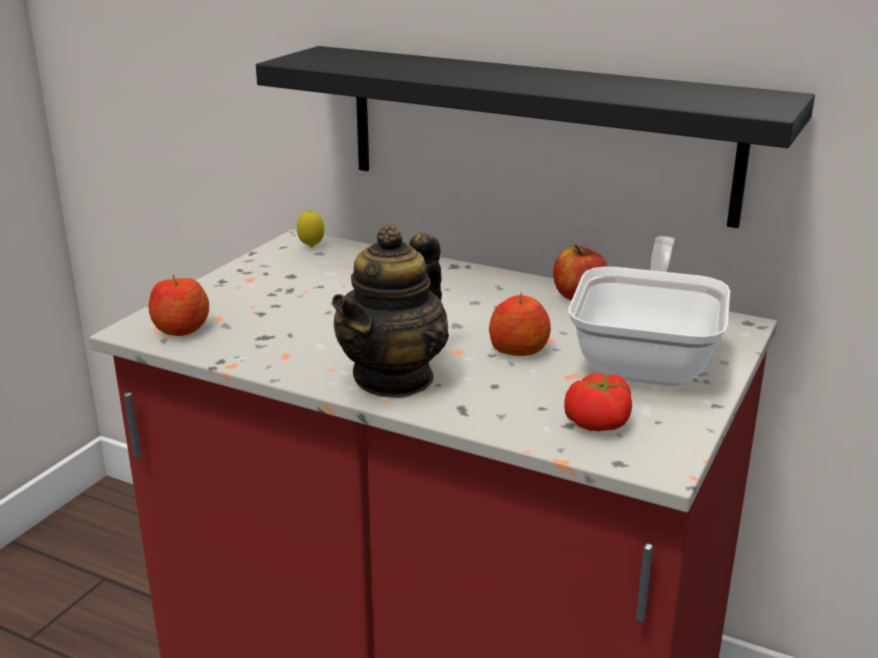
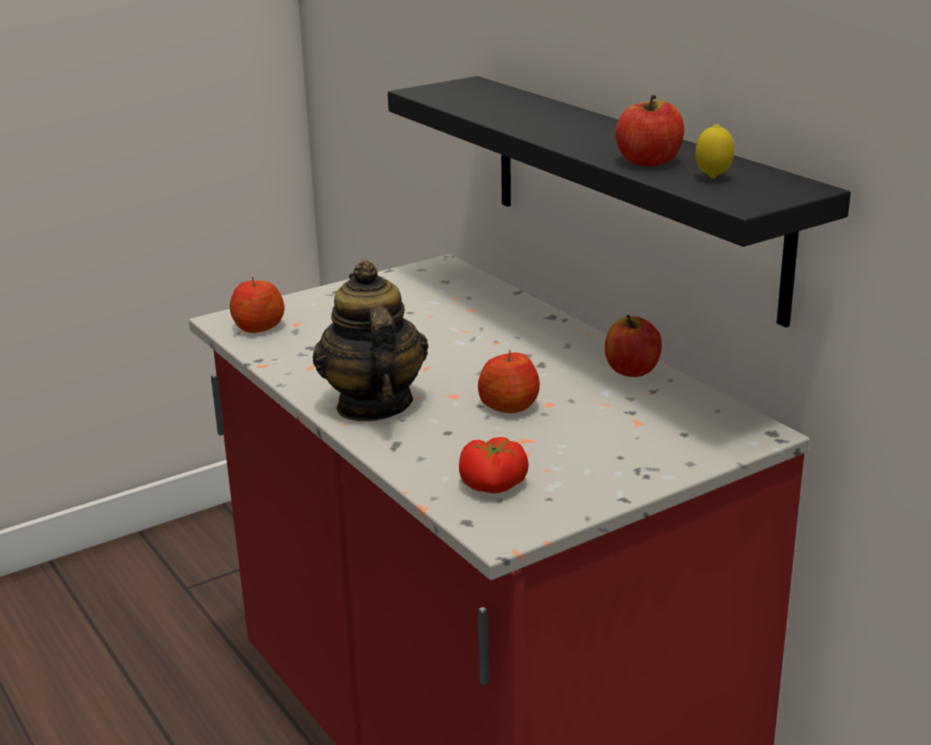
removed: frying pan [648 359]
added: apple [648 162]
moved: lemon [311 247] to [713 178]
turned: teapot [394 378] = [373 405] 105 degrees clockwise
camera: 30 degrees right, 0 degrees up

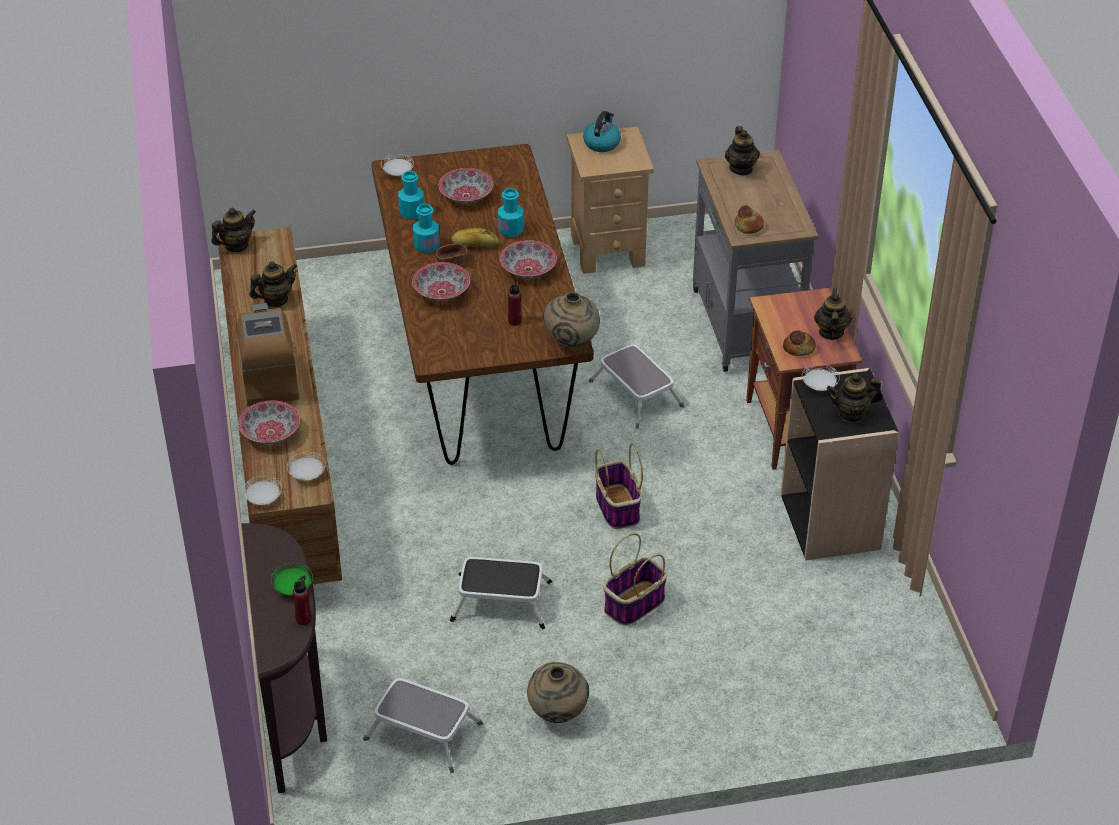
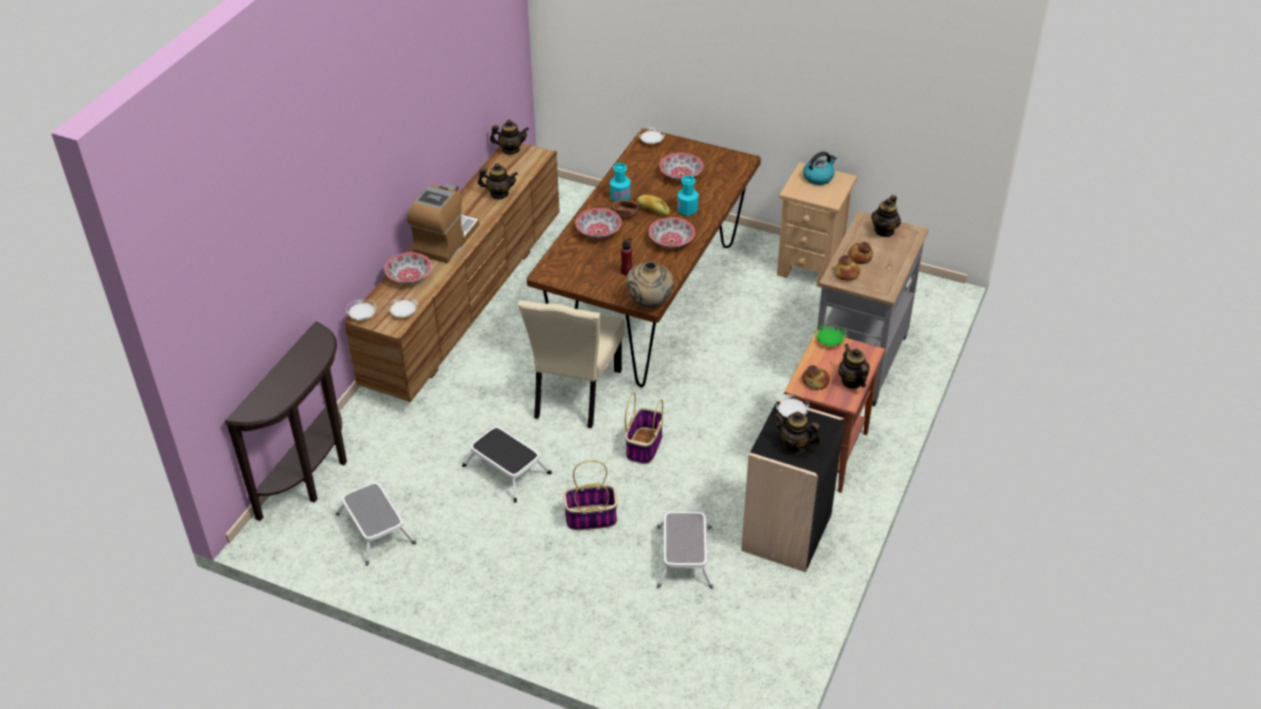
removed: red bottle [304 619]; turquoise bottle [412 212]; beige vase [558 714]
added: beige chair [575 391]; bread [860 257]
moved: green plate [292 587] to [829 342]; grey step ladder [636 393] to [685 556]
turned: teapot [830 332] = [852 381] 60 degrees counterclockwise
camera: 35 degrees right, 0 degrees up

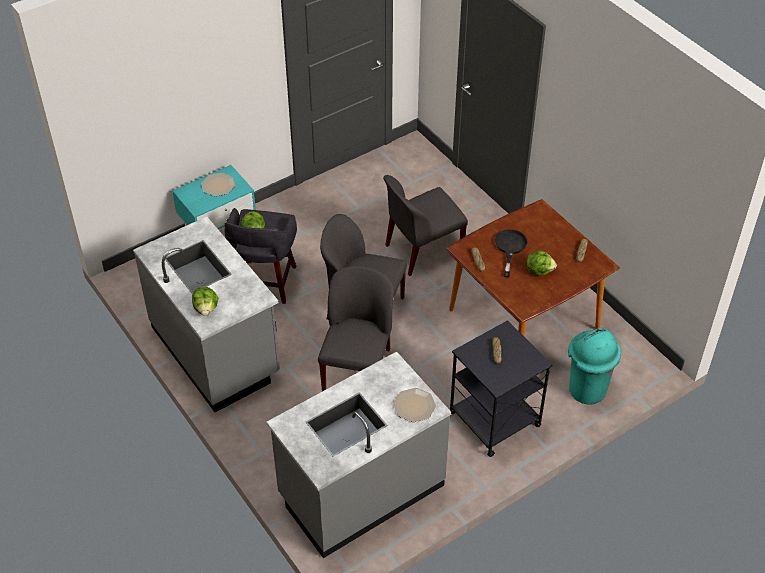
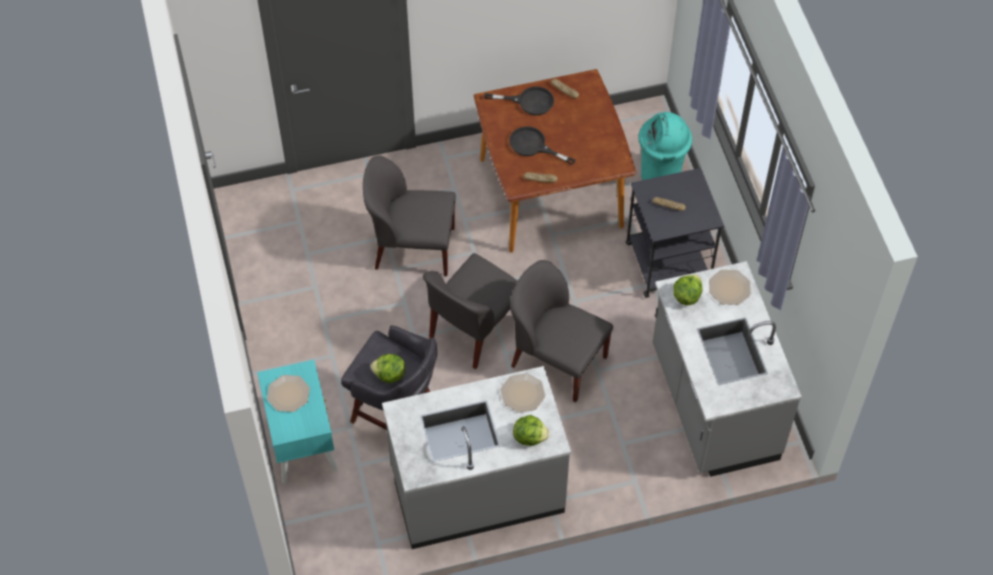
added: black frying pan [529 101]; plate [522 393]
moved: lettuce [539 270] to [686 296]
turned: grey chair [422 250] = [412 248] 105 degrees clockwise
camera: 70 degrees left, 10 degrees up

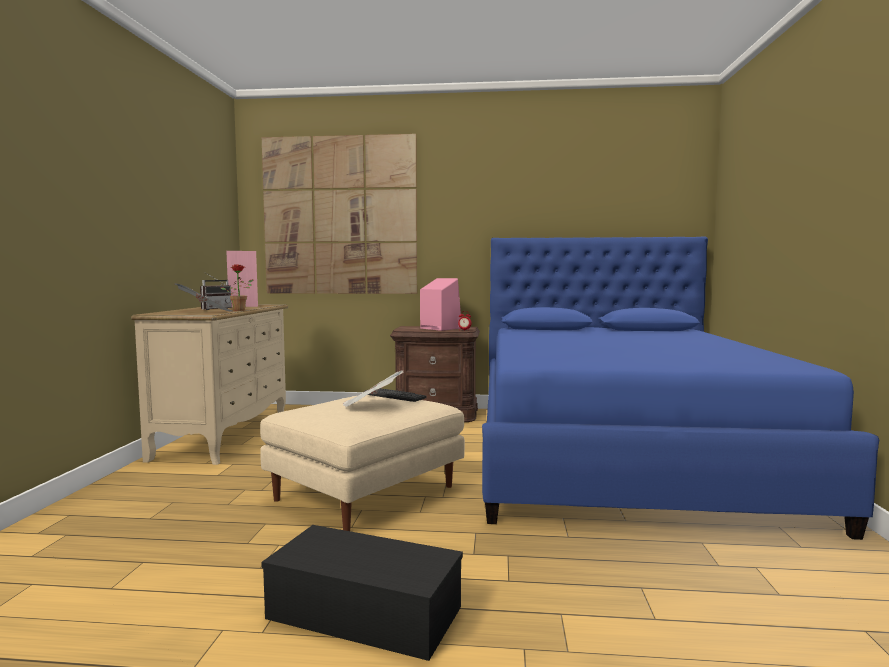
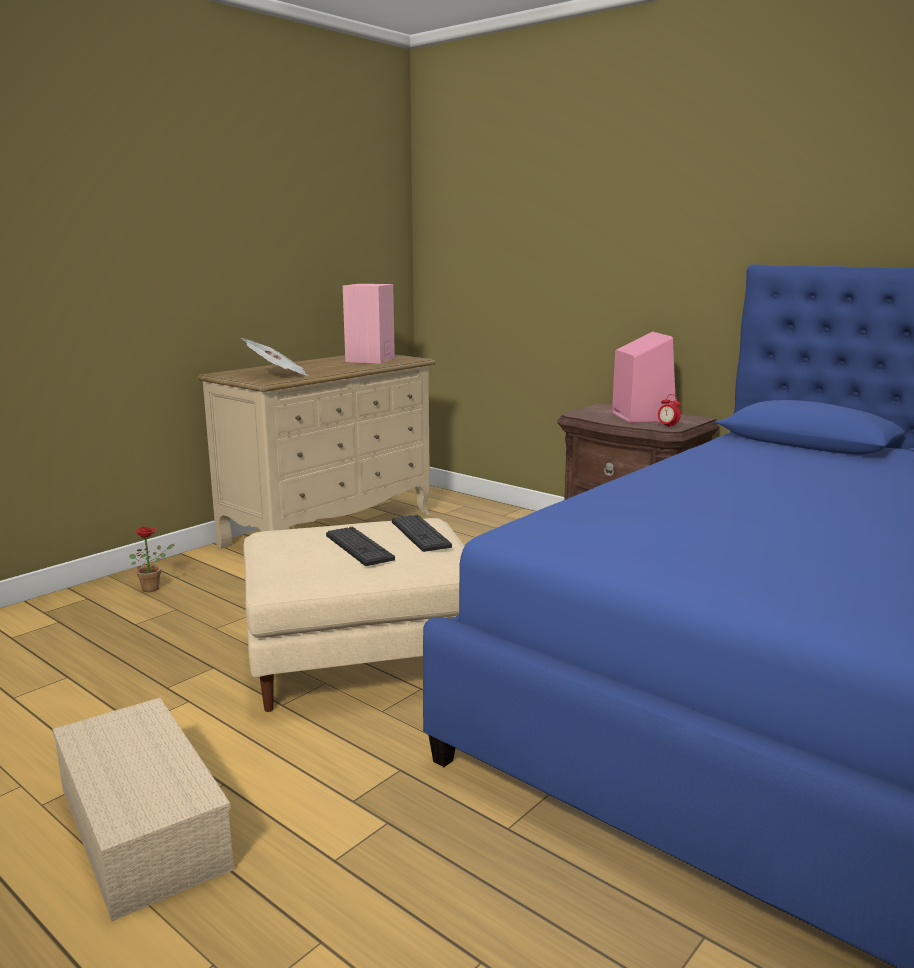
removed: radio [214 309]; picture [339 215]
moved: potted plant [240 310] to [154 588]
replaced: newspaper [371 406] to keyboard [359 547]
recoloured: black storage box [361 613] to beige storage box [139 826]
camera: 35 degrees right, 10 degrees up

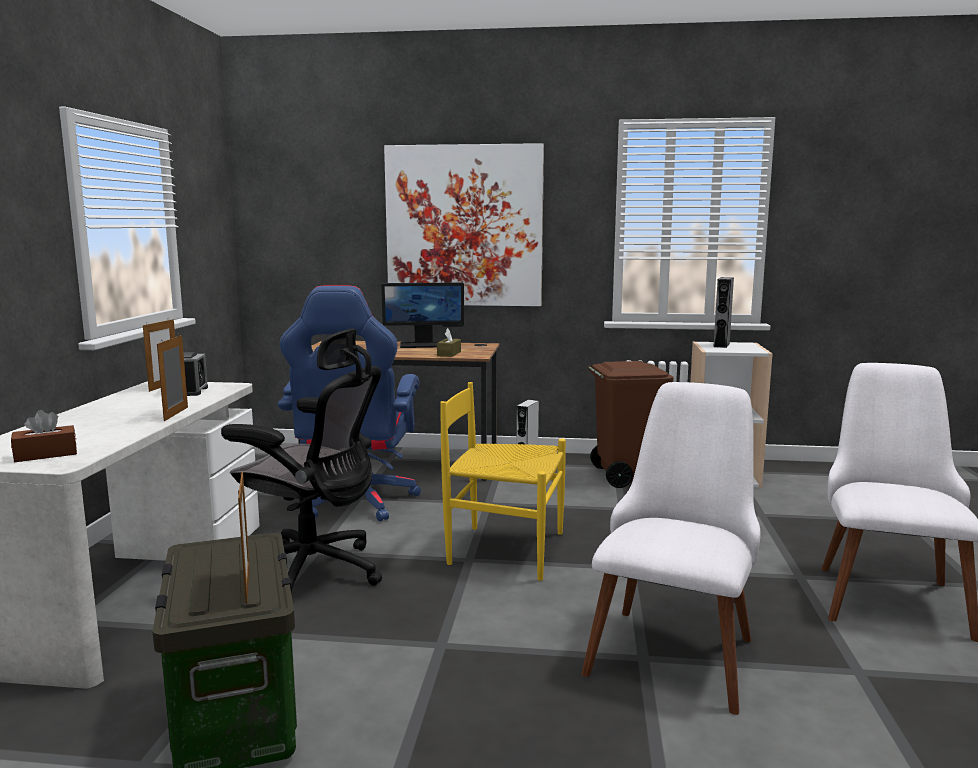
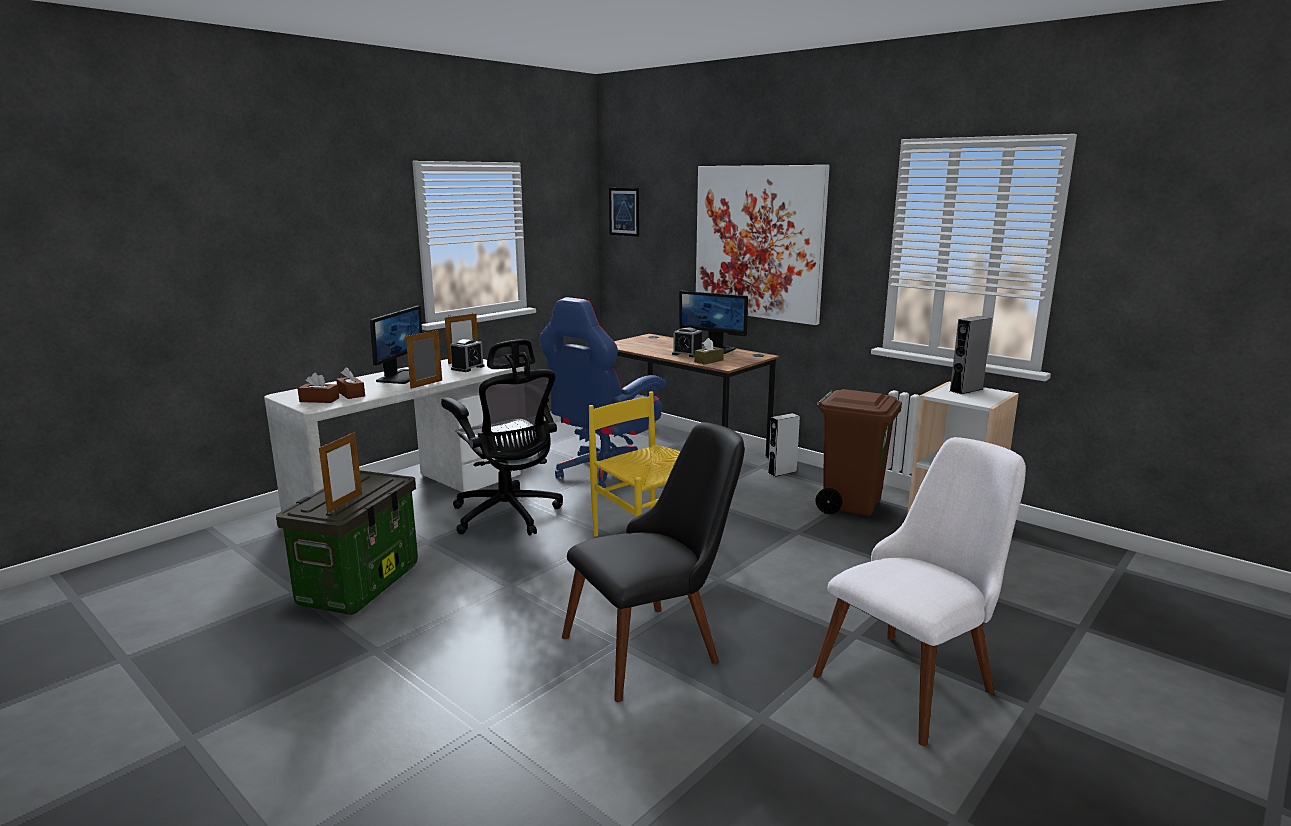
added: brown tissue box [351 394]; monitor [402 376]; picture [624 212]; alarm clock [687 354]
recoloured: white chair [676 644] to black chair [656 643]
camera: 35 degrees right, 5 degrees up

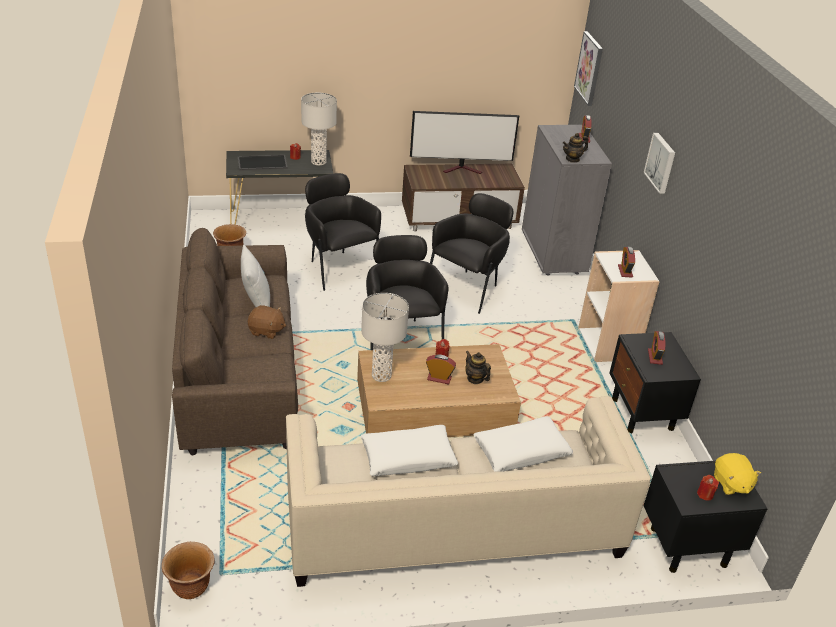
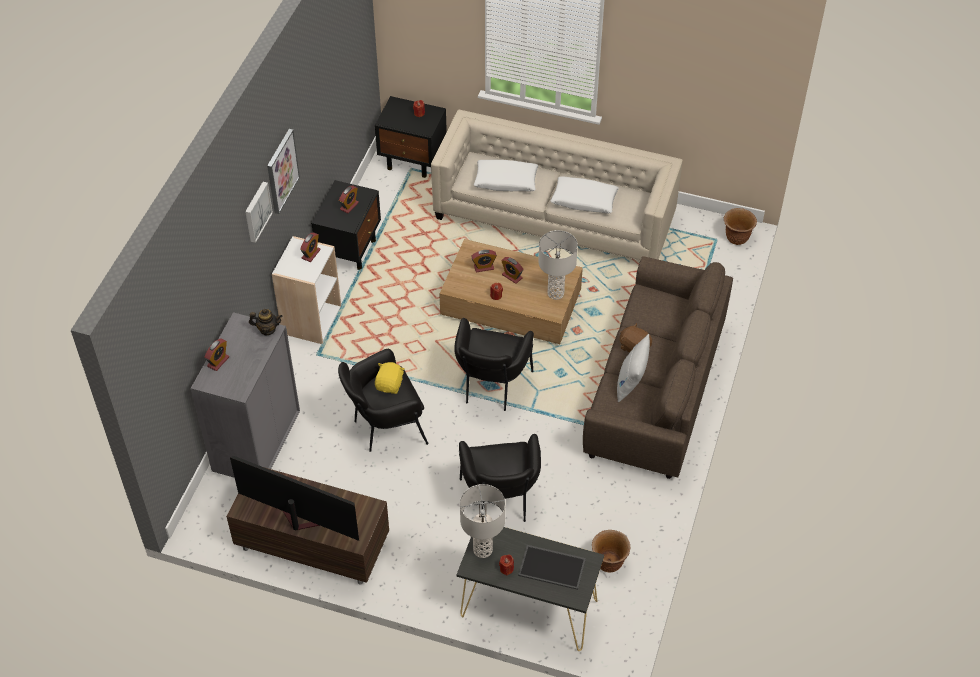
moved: picture [589 68] to [281 171]; yellow plush toy [731 484] to [390 385]
replaced: teapot [475 379] to alarm clock [484 267]
camera: 150 degrees left, 15 degrees up

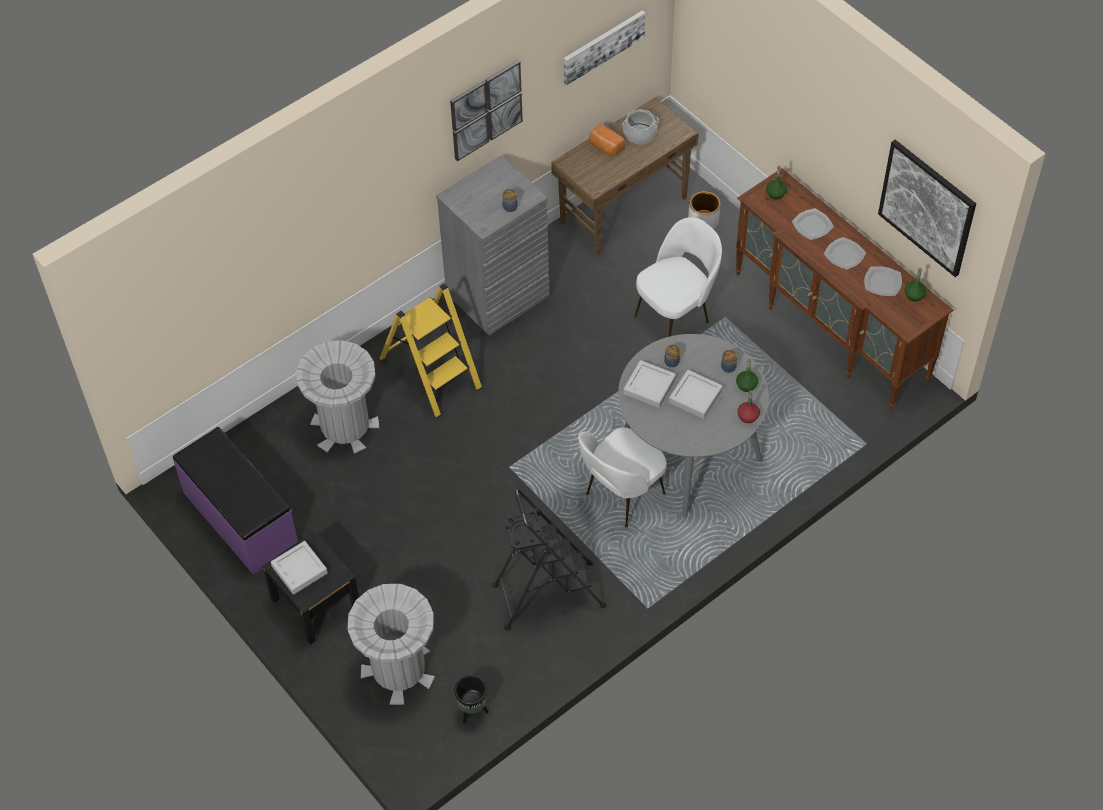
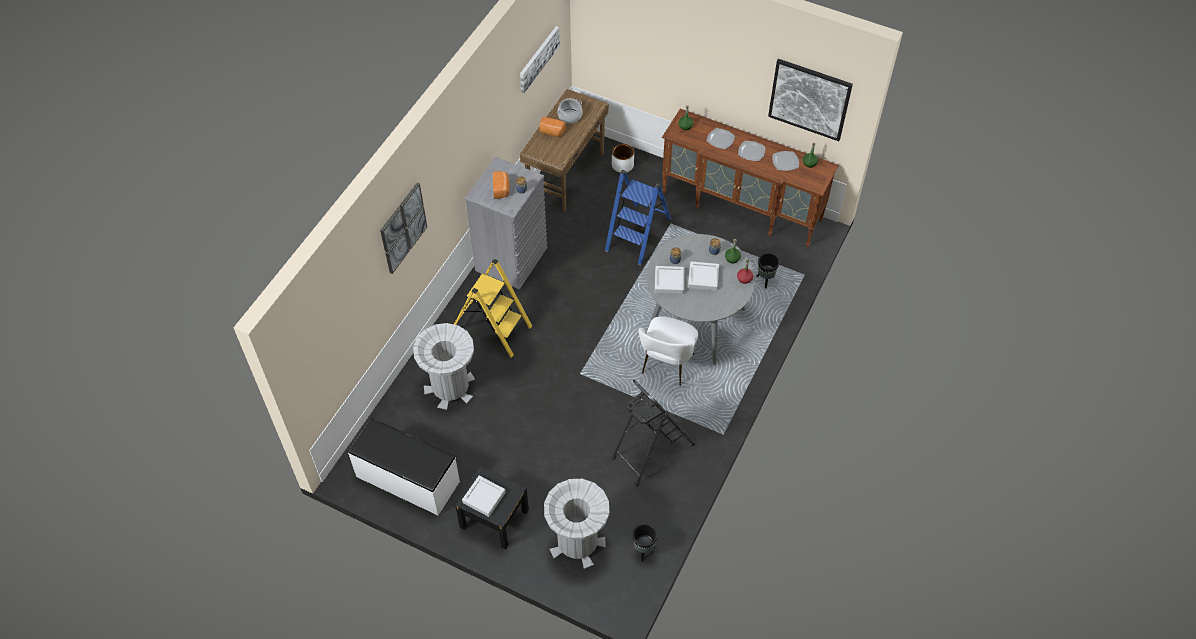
added: bread [501 189]; black planter [765 280]
moved: picture [486 110] to [403 228]
replaced: white chair [676 316] to blue step ladder [638 234]
recoloured: purple bench [239 519] to white bench [407 479]
camera: 25 degrees left, 0 degrees up

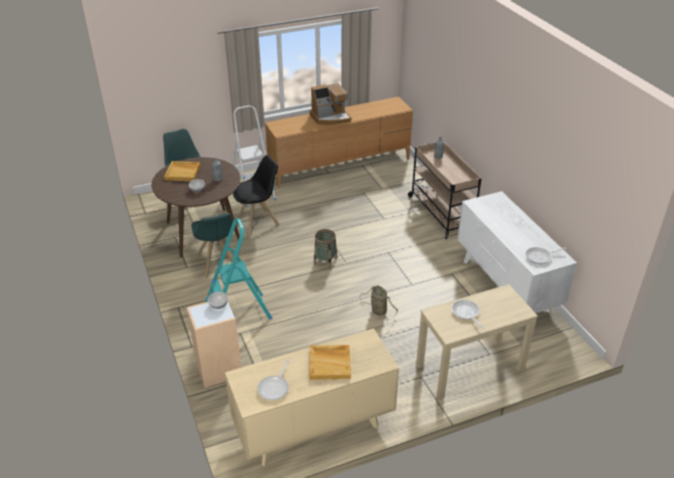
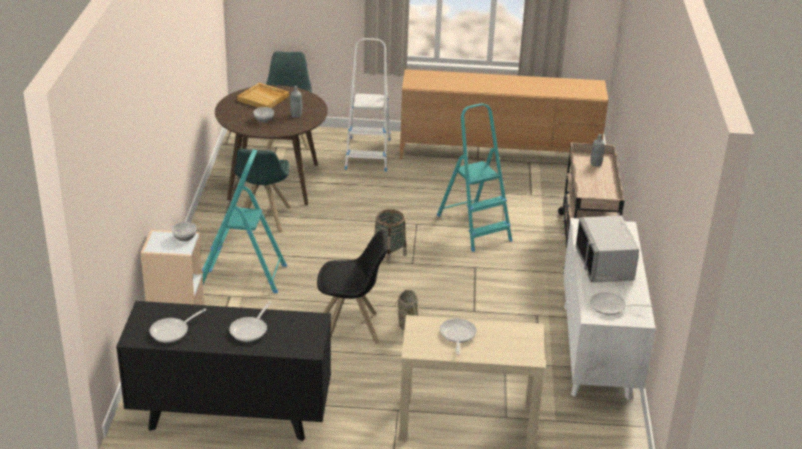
removed: coffee machine [330 118]
added: turquoise step ladder [474 228]; grey microwave [605 265]
moved: black chair [258 222] to [351 328]
replaced: beige tray [330 363] to frying pan [250 329]
recoloured: beige dresser [314 428] to black dresser [231 415]
camera: 25 degrees right, 5 degrees down

